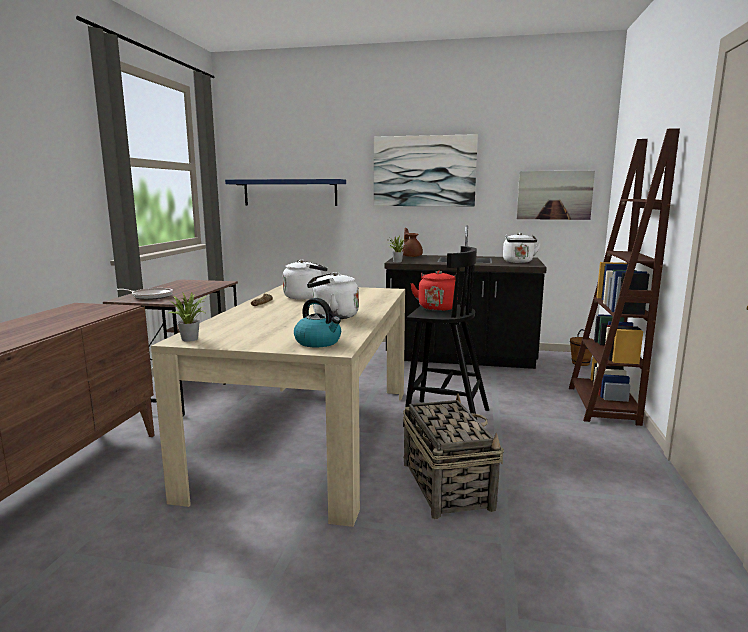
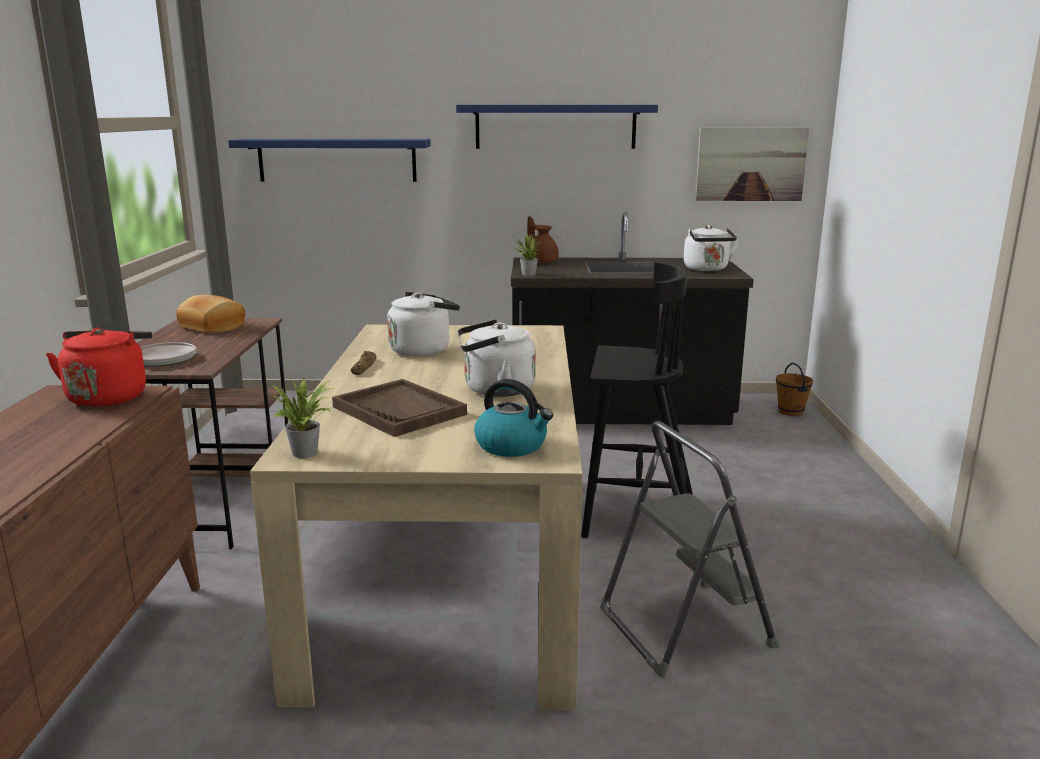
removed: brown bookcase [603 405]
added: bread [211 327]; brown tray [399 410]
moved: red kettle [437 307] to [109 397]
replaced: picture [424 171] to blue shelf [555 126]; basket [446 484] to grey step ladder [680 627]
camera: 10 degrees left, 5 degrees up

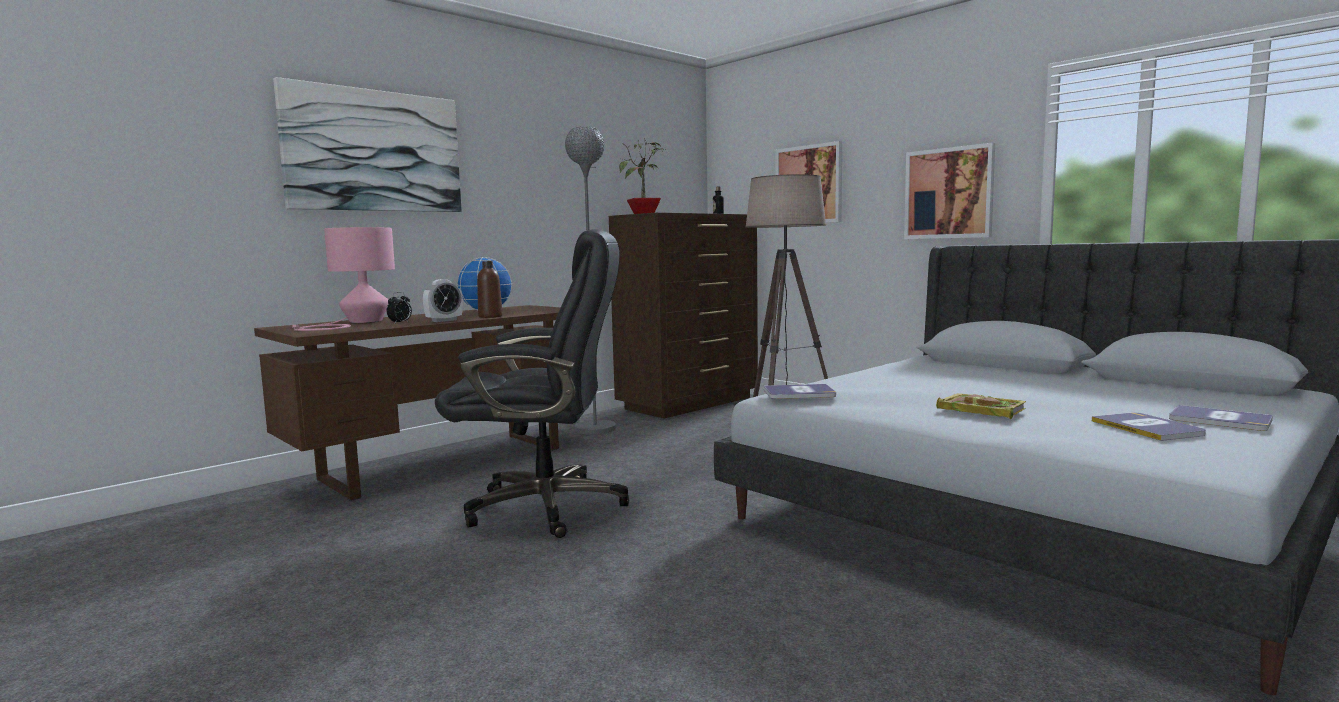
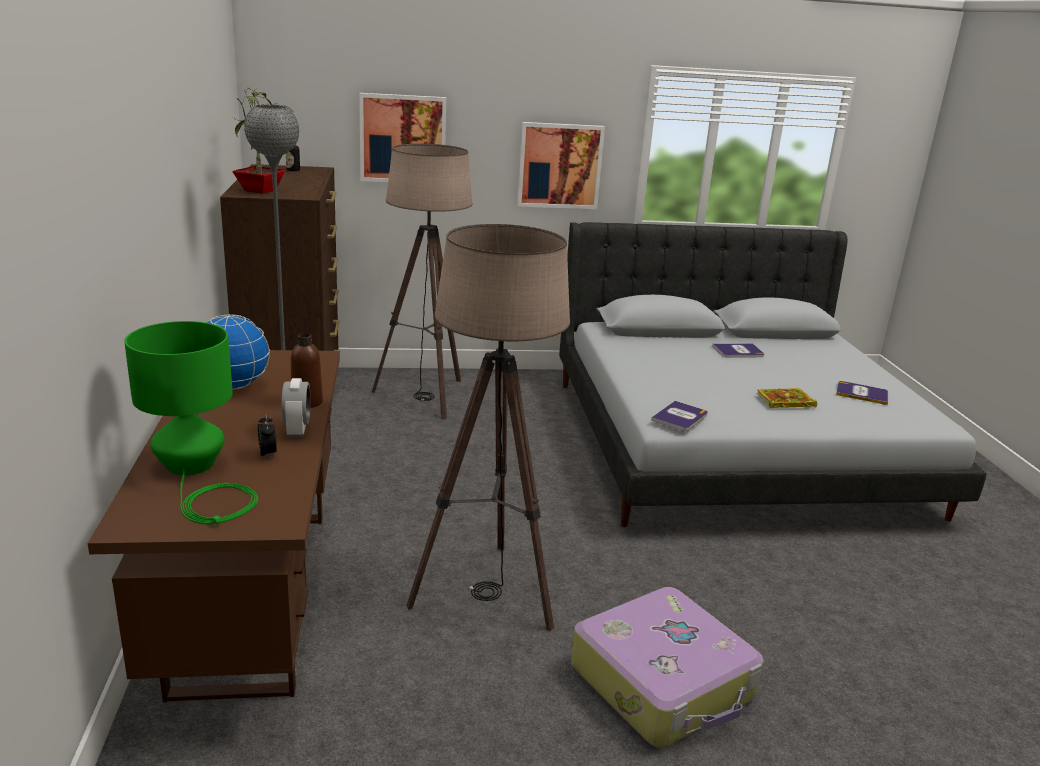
removed: picture [374 151]
added: suitcase [664 682]
moved: book [1219 420] to [738 351]
replaced: black office chair [543 507] to floor lamp [487 593]
recoloured: pink table lamp [350 323] to green table lamp [200 479]
camera: 55 degrees left, 15 degrees up

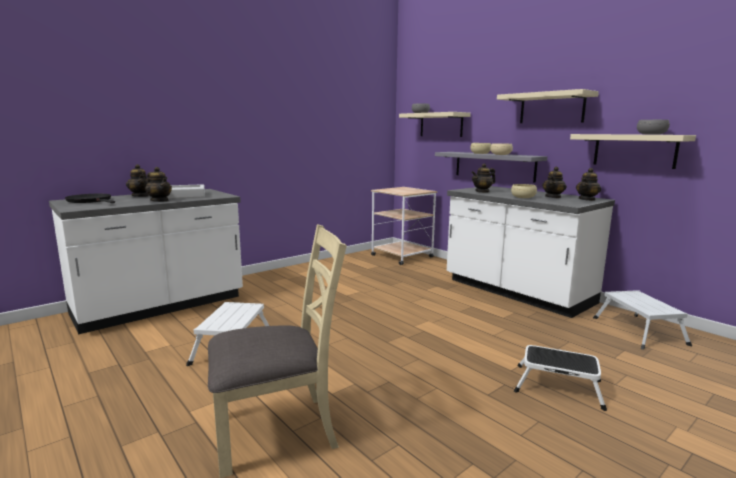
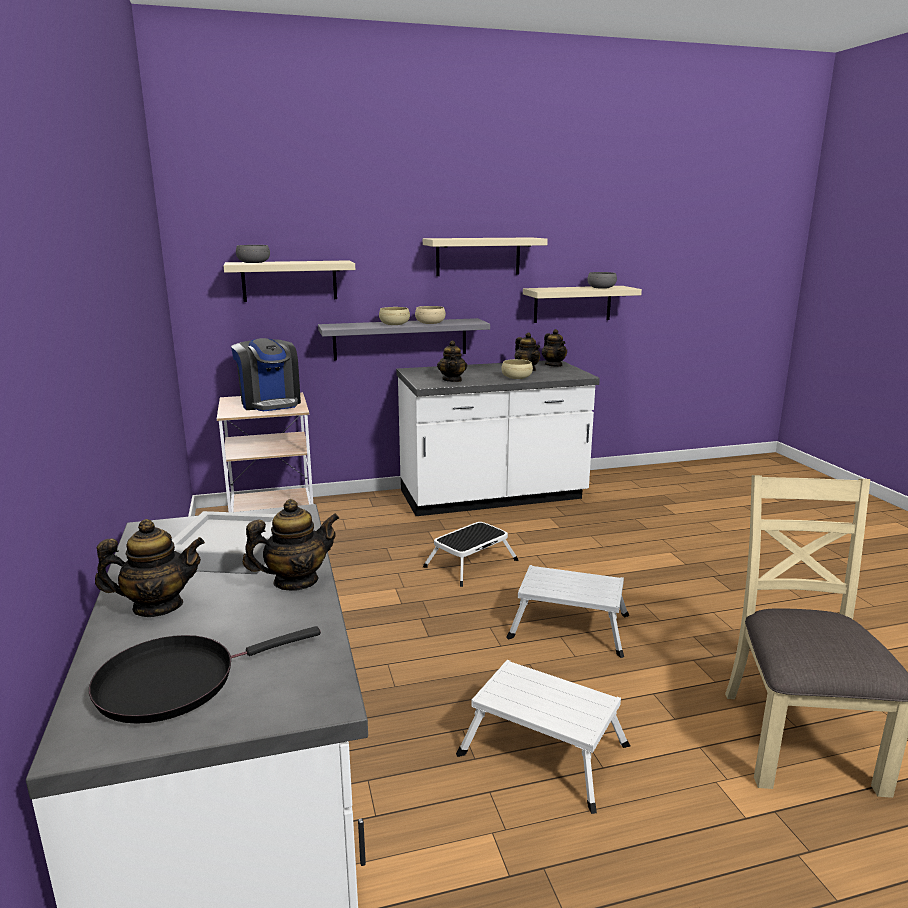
added: coffee machine [270 403]
moved: black step ladder [558 386] to [471 563]; white step ladder [639 331] to [570 626]
camera: 65 degrees left, 5 degrees up

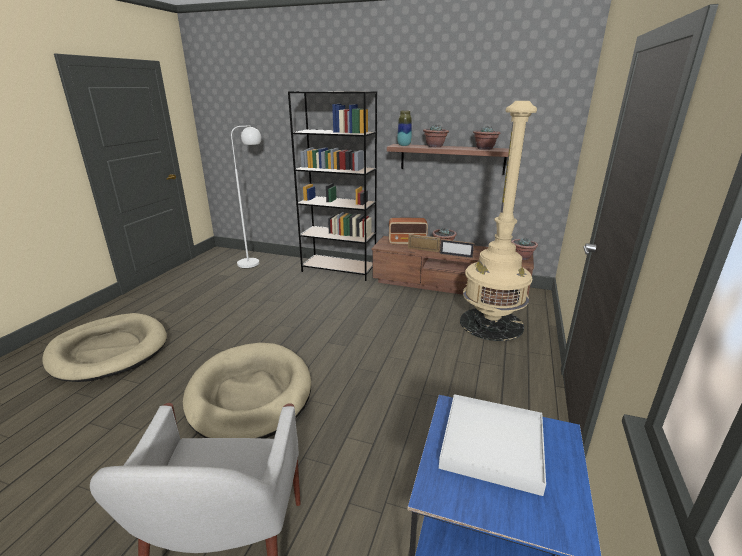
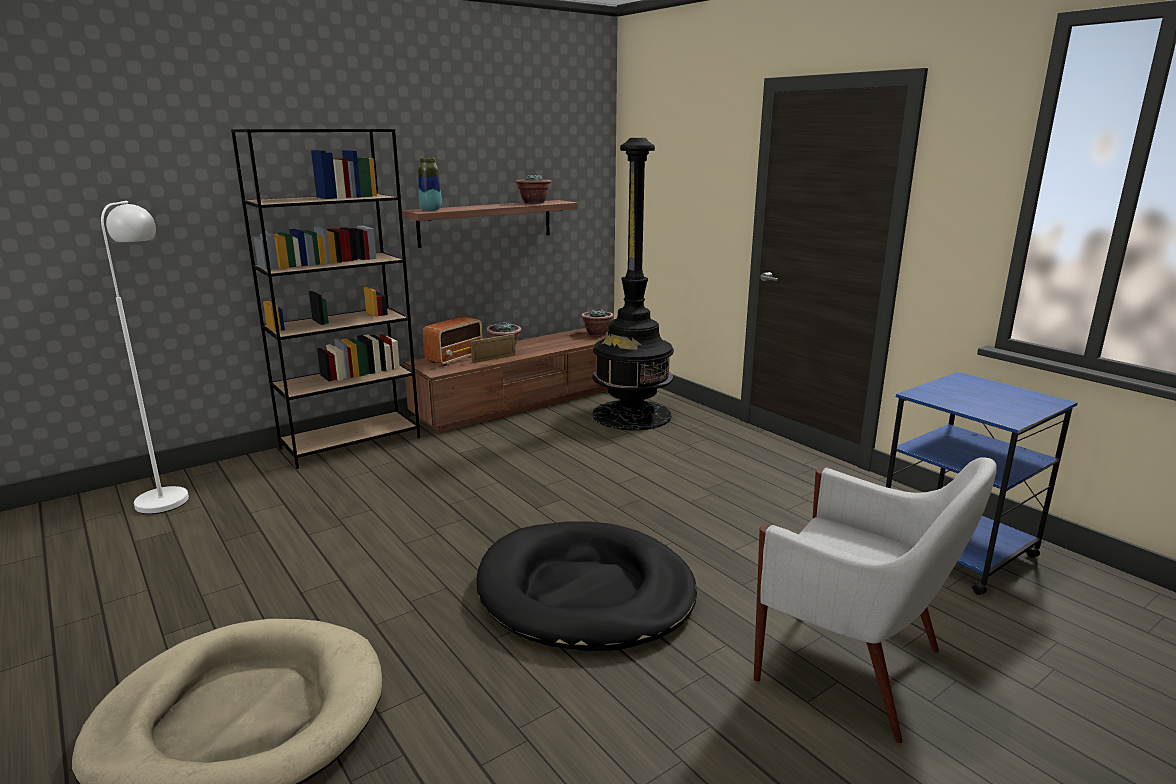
removed: potted plant [435 146]; white tray [492 444]; picture frame [456 255]
recoloured: beige dog bed [250 395] to black dog bed [585 592]; beige floor lamp [491 324] to black floor lamp [631 415]
camera: 55 degrees left, 5 degrees down

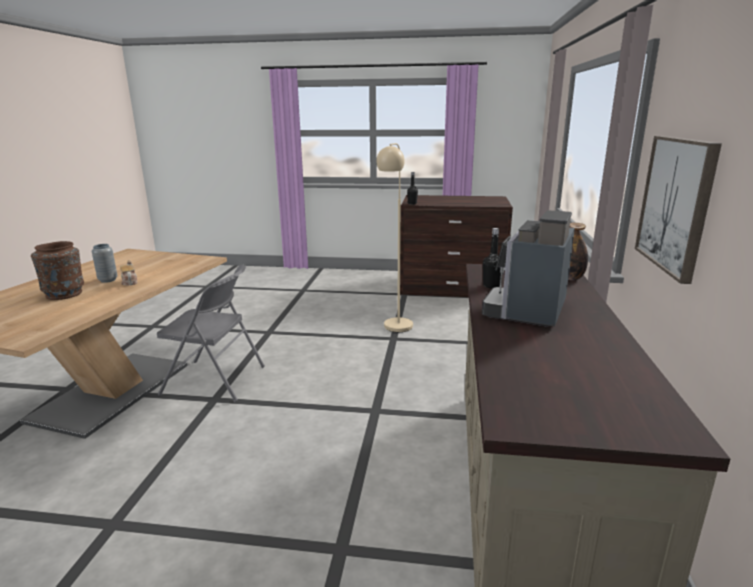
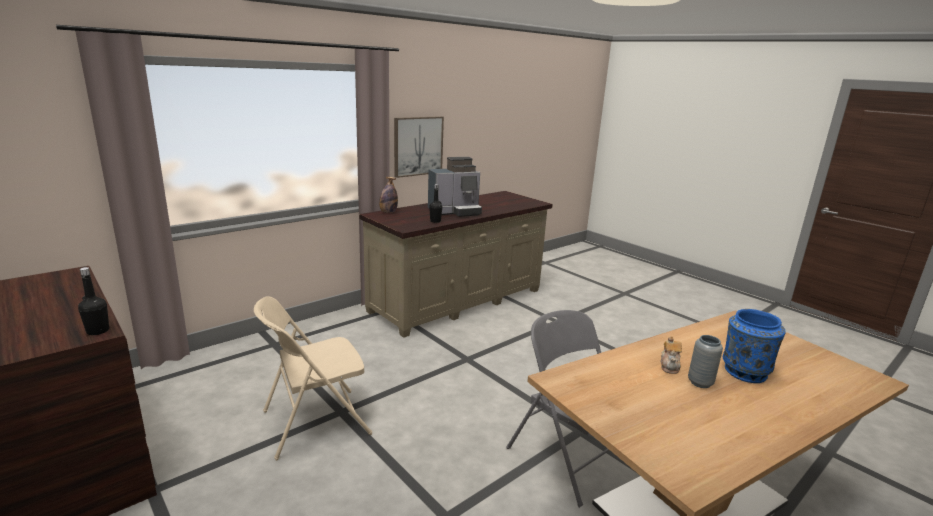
replaced: beige floor lamp [395 330] to beige chair [316 422]
recoloured: brown vase [65 294] to blue vase [744 372]
camera: 140 degrees left, 0 degrees up

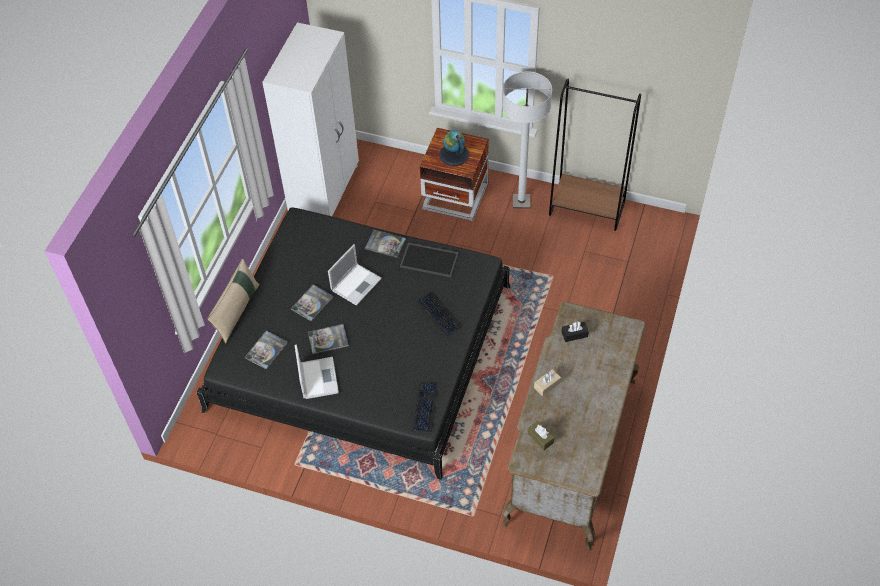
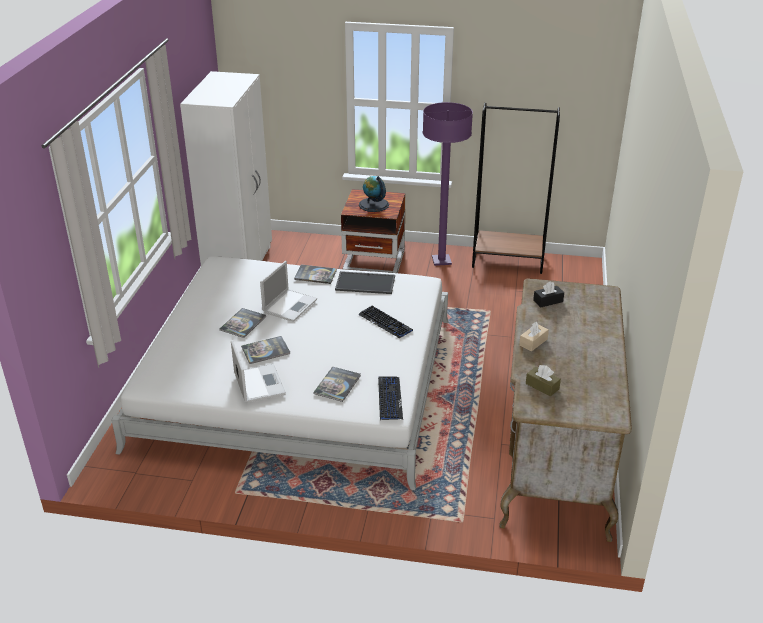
removed: beige pillow [237 311]
moved: book [266 350] to [337 384]
recoloured: black bed [361 347] to white bed [298 381]; white floor lamp [521 202] to purple floor lamp [441 261]
camera: 10 degrees left, 20 degrees down

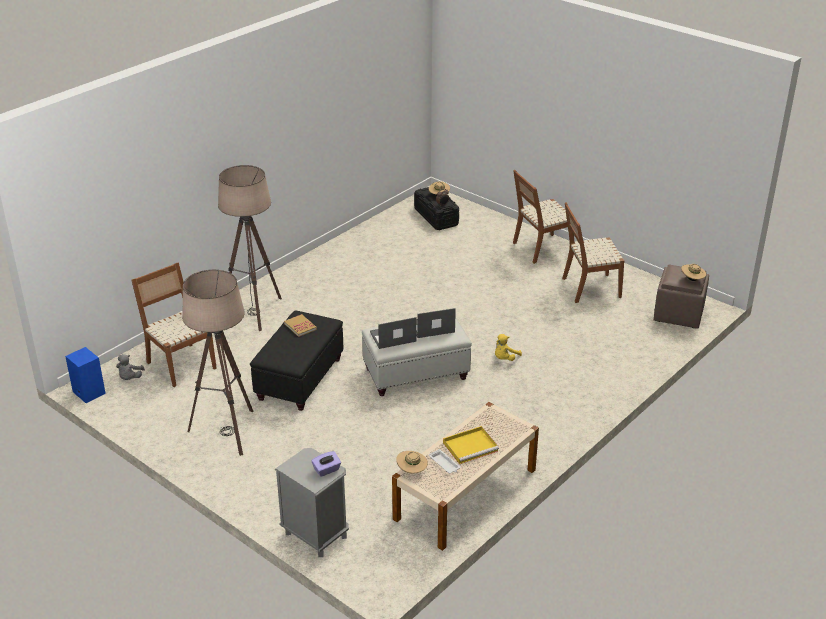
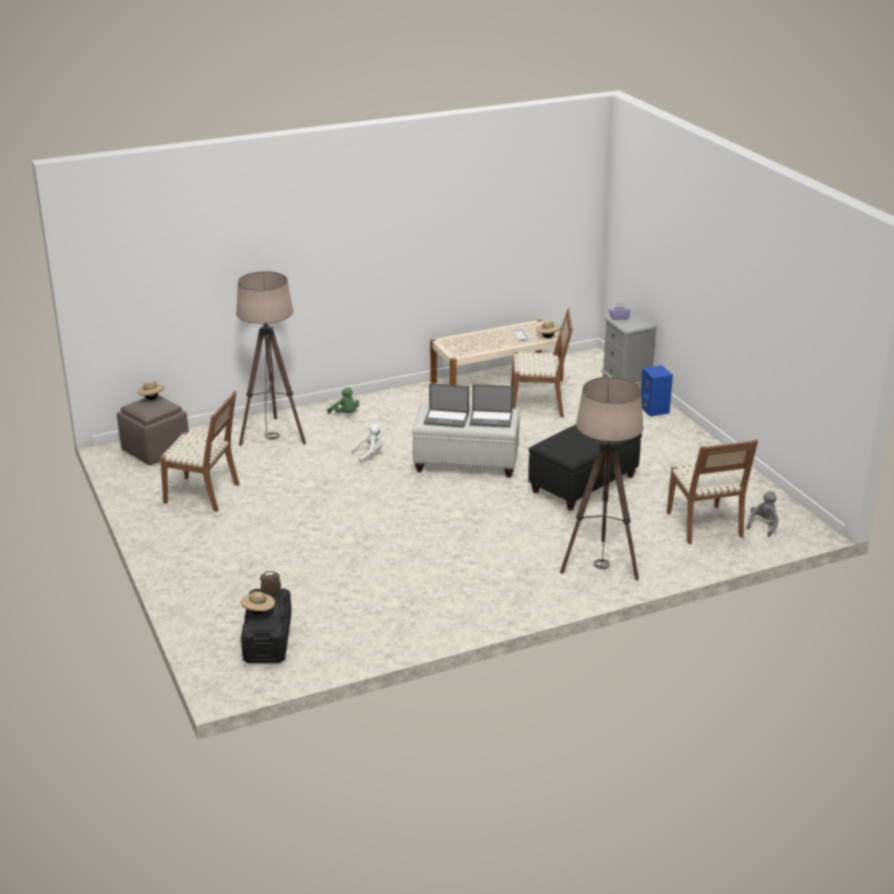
removed: book [300 326]; yellow tray [471 446]
added: green plush toy [345 414]
moved: blue speaker [88 392] to [655 410]; floor lamp [227 432] to [273 435]; chair [540 249] to [540 406]
recoloured: yellow plush toy [505 358] to white plush toy [370 454]
camera: 155 degrees left, 5 degrees down

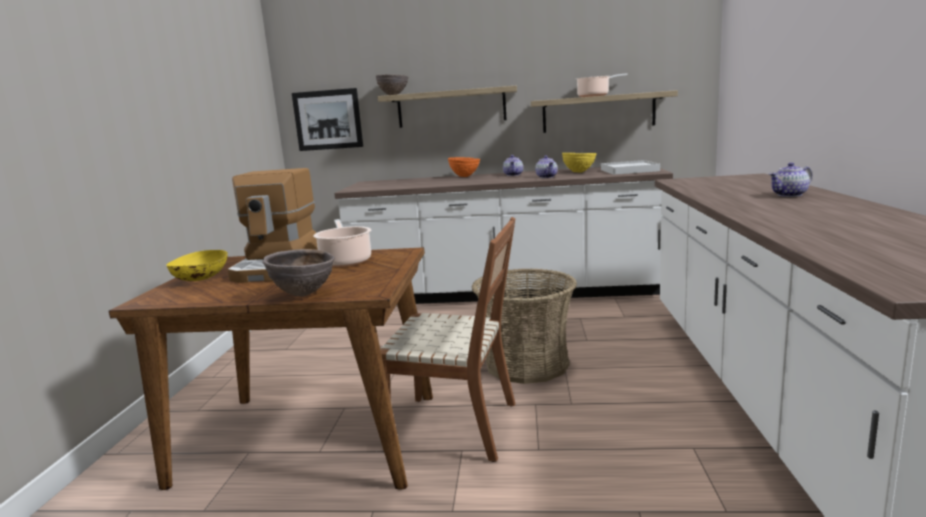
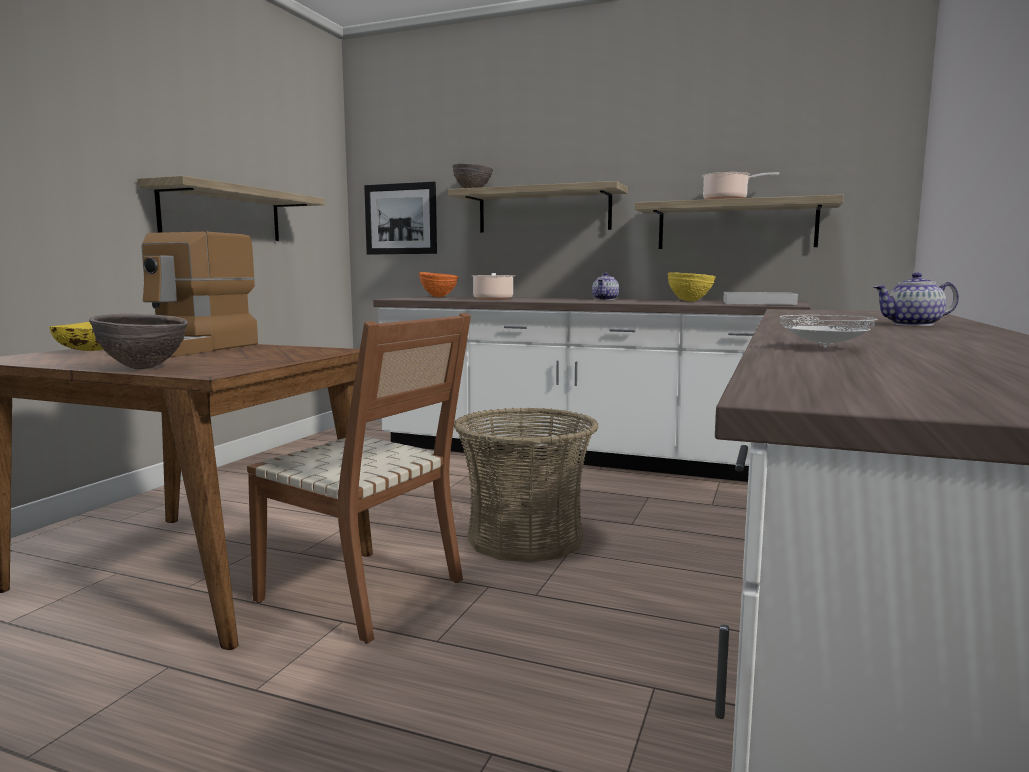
removed: teapot [547 177]
added: shelf [222 214]; white plate [825 347]
moved: cooking pot [345 261] to [493 299]; orange bowl [465 176] to [439 297]
camera: 15 degrees right, 5 degrees down

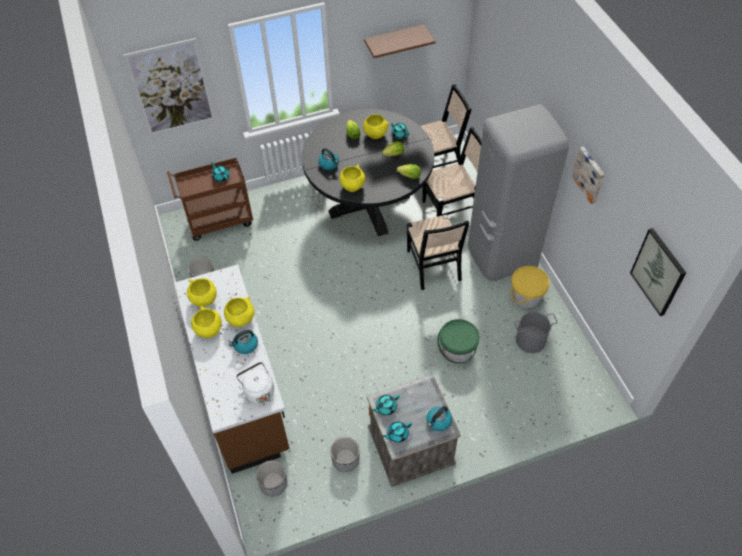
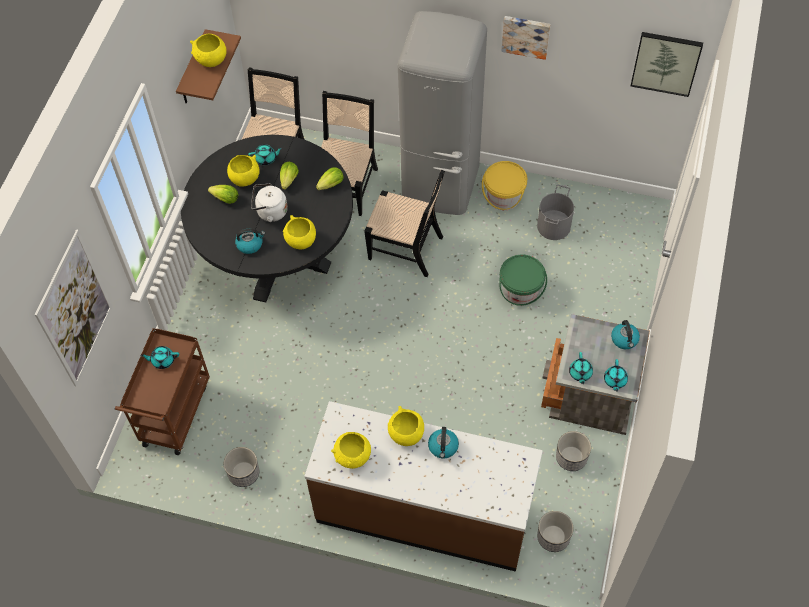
moved: yellow bowl [209 330] to [211 61]; white kettle [258 391] to [270 212]
camera: 55 degrees left, 5 degrees up

